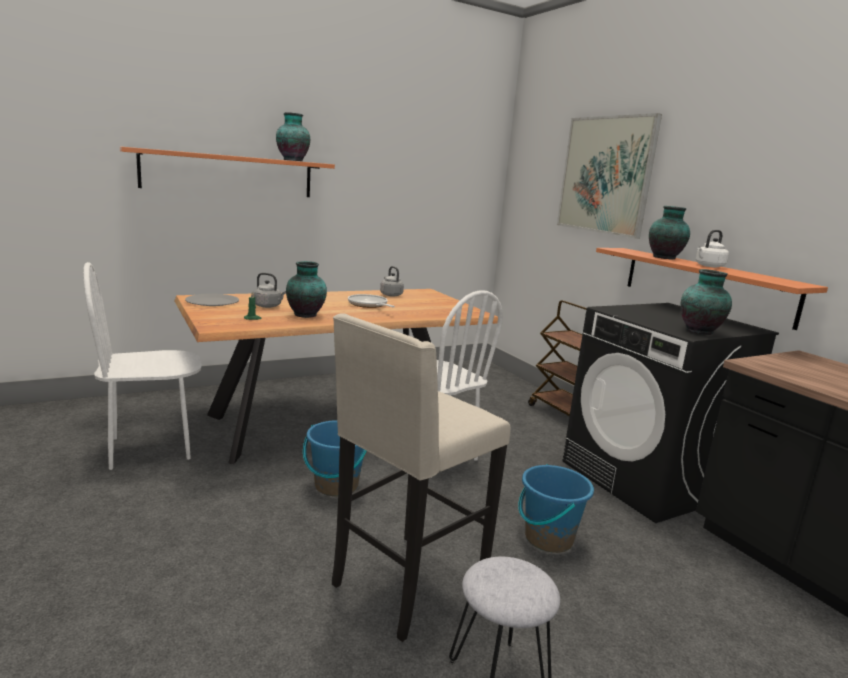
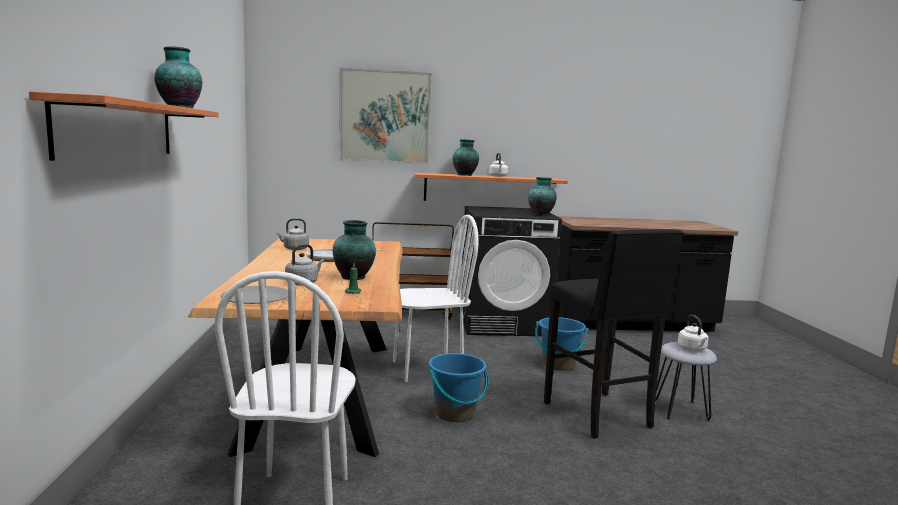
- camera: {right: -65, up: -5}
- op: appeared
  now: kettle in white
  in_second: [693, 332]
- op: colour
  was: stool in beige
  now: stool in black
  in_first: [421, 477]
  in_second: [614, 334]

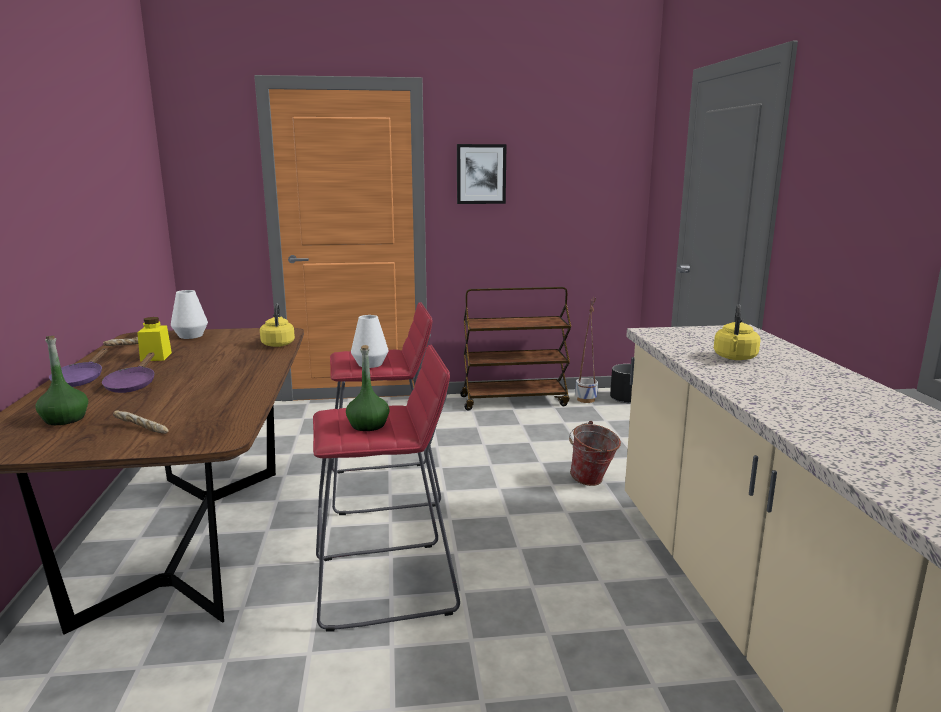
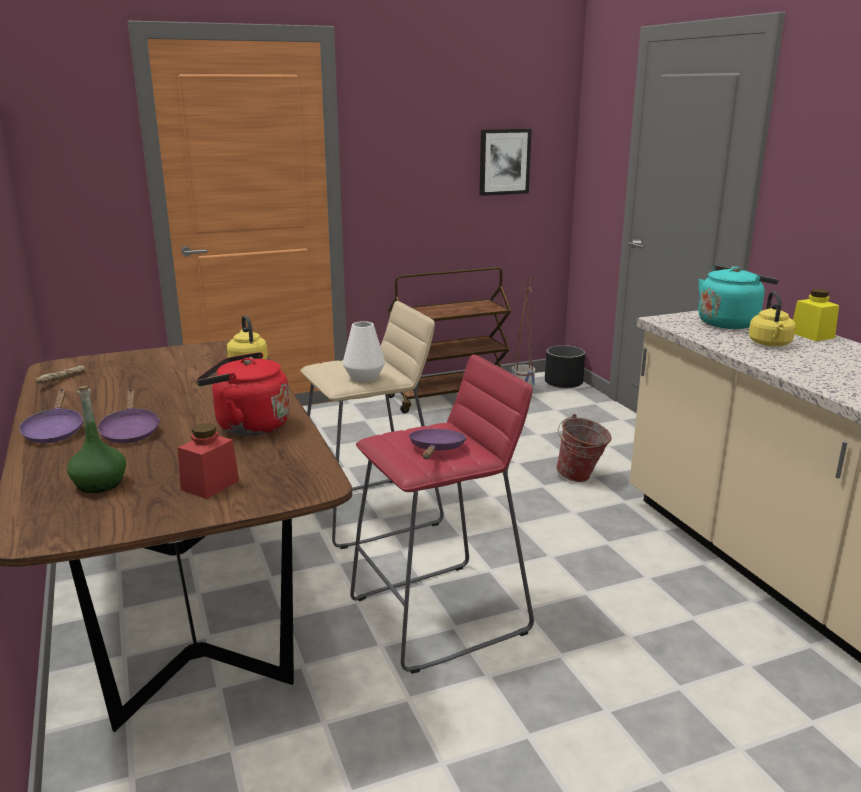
- camera: {right: -15, up: 5}
- op: missing
  was: vase in white
  in_first: [189, 314]
- op: appeared
  now: kettle in red
  in_second: [243, 393]
- op: appeared
  now: kettle in turquoise
  in_second: [738, 297]
- op: relocated
  was: jar in yellow
  in_first: [154, 339]
  in_second: [816, 315]
- op: relocated
  was: picture
  in_first: [481, 174]
  in_second: [505, 162]
- op: exchanged
  was: bread
  now: jar in red
  in_first: [140, 422]
  in_second: [208, 461]
- op: exchanged
  was: bottle in green
  now: frying pan in purple
  in_first: [368, 388]
  in_second: [437, 444]
- op: colour
  was: stool in red
  now: stool in beige
  in_first: [385, 408]
  in_second: [372, 425]

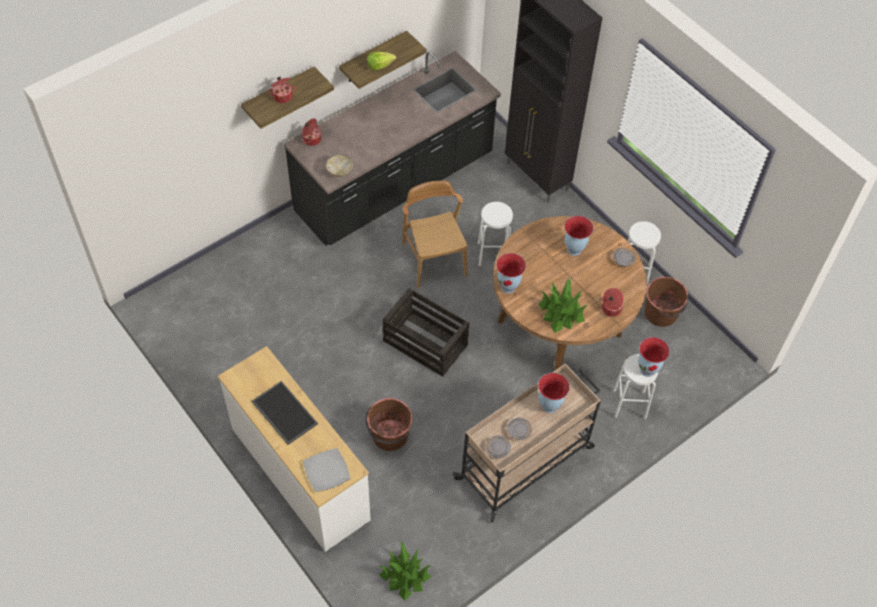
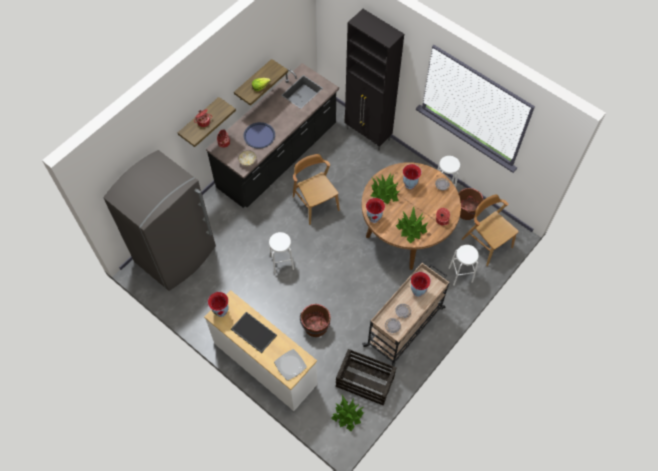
- camera: {right: -10, up: 5}
- op: appeared
  now: fridge in grey
  in_second: [159, 220]
- op: appeared
  now: tray in blue
  in_second: [259, 135]
- op: appeared
  now: potted plant
  in_second: [385, 188]
- op: appeared
  now: chair in brown
  in_second: [490, 230]
- op: relocated
  was: crate
  in_first: [426, 332]
  in_second: [366, 377]
- op: relocated
  was: stool in white
  in_first: [495, 234]
  in_second: [281, 252]
- op: relocated
  was: vase
  in_first: [654, 357]
  in_second: [218, 304]

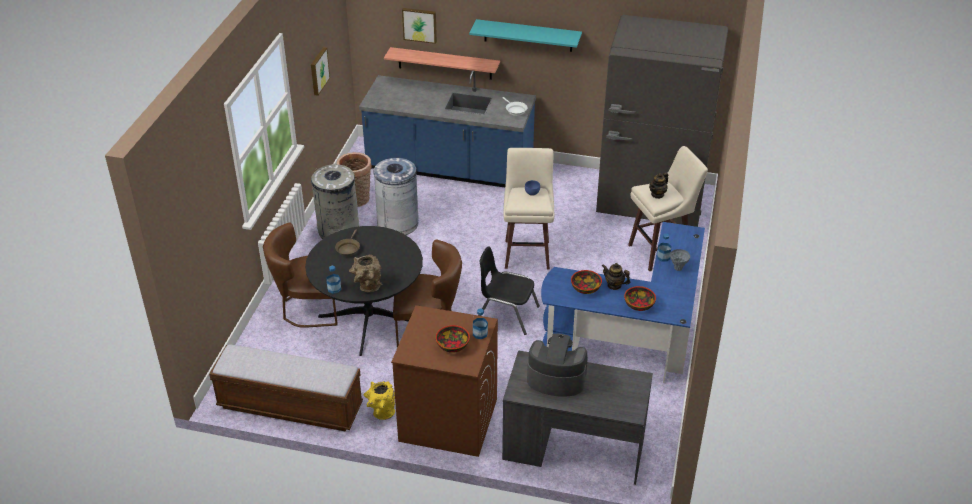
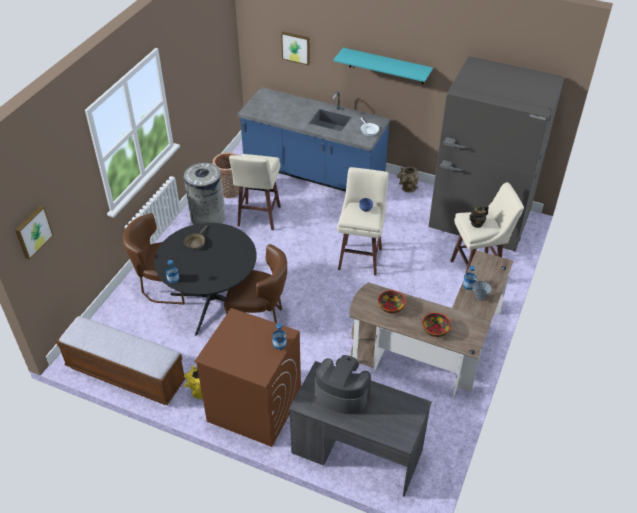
- camera: {right: 10, up: 5}
- op: missing
  was: shelf
  in_first: [442, 63]
- op: missing
  was: bowl
  in_first: [453, 339]
- op: missing
  was: chair in black
  in_first: [509, 291]
- op: missing
  was: teapot
  in_first: [616, 276]
- op: relocated
  was: picture
  in_first: [320, 71]
  in_second: [34, 233]
- op: relocated
  was: vase in brown
  in_first: [366, 273]
  in_second: [408, 179]
- op: exchanged
  was: trash can in grey
  now: stool in beige
  in_first: [396, 196]
  in_second: [255, 192]
- op: colour
  was: desk in blue
  now: desk in brown
  in_first: [623, 302]
  in_second: [431, 324]

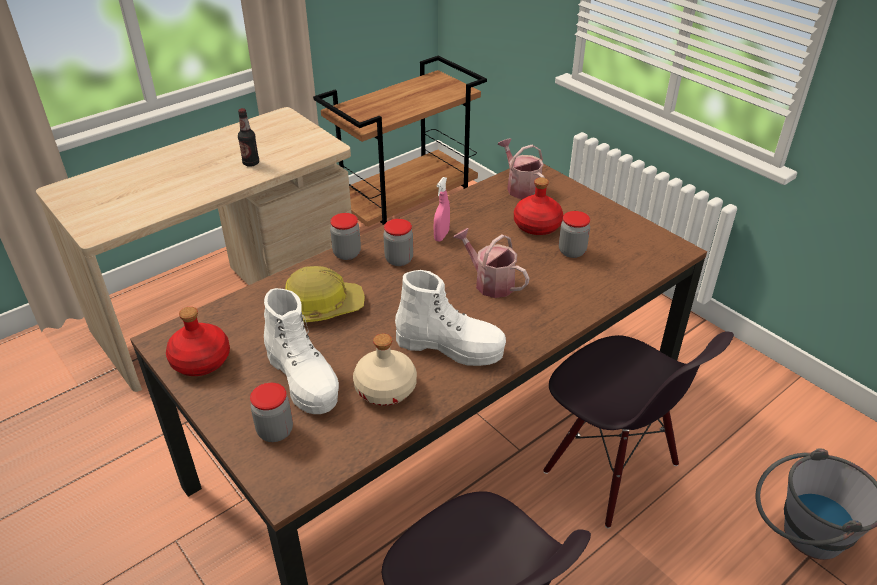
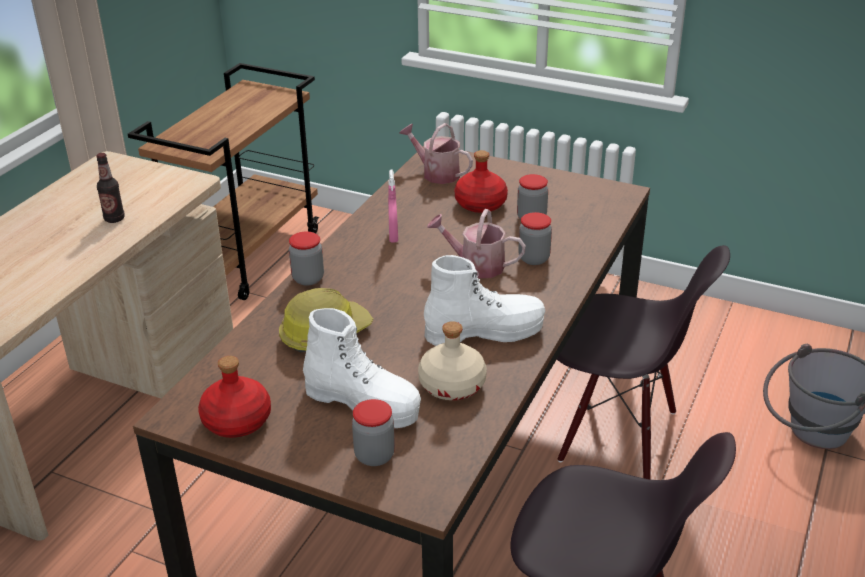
- camera: {right: -25, up: -5}
- op: relocated
  was: jar
  in_first: [398, 242]
  in_second: [535, 238]

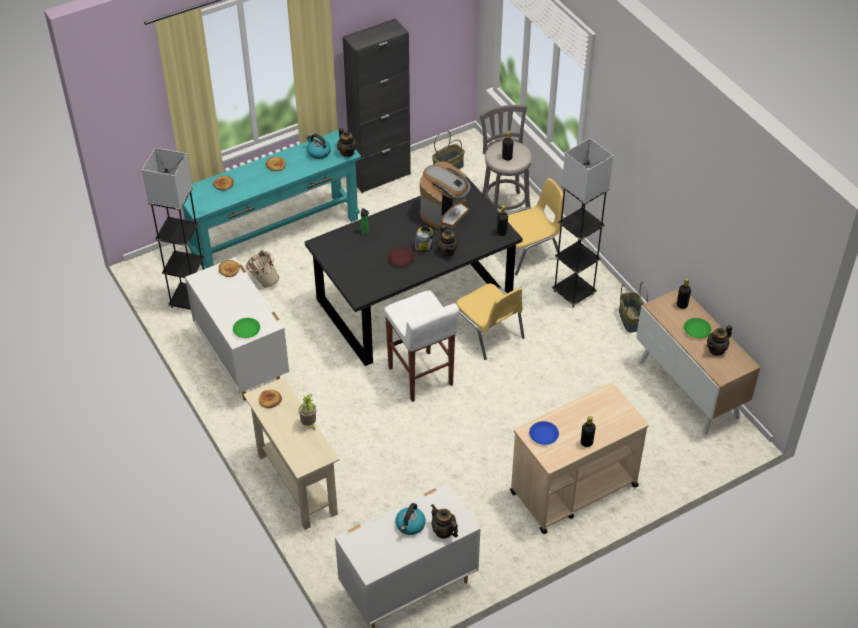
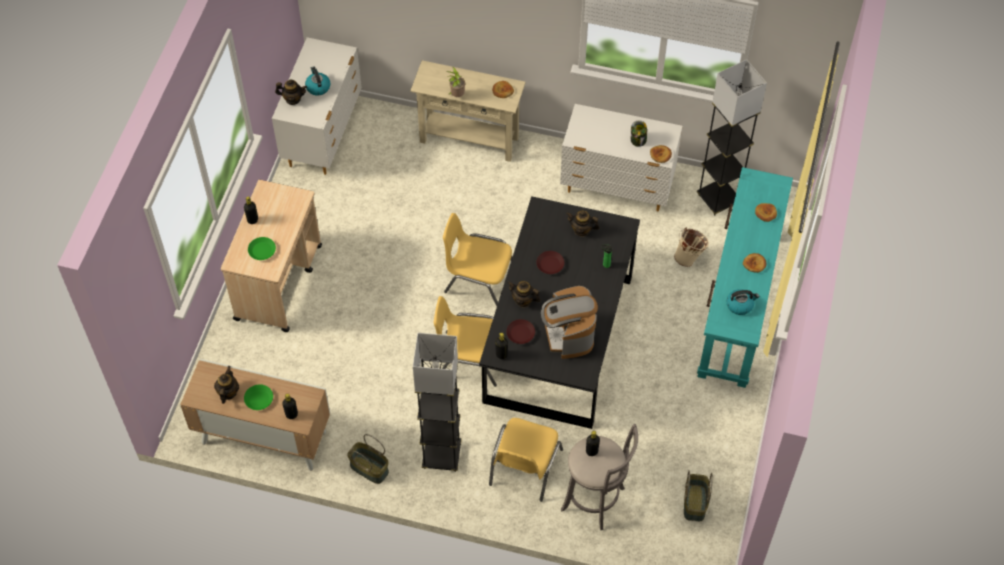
- camera: {right: 135, up: 10}
- op: missing
  was: cabinet in black
  in_first: [377, 105]
- op: missing
  was: plate in blue
  in_first: [544, 433]
- op: appeared
  now: plate in brown
  in_second: [520, 331]
- op: relocated
  was: plate in green
  in_first: [246, 328]
  in_second: [262, 248]
- op: relocated
  was: teapot
  in_first: [347, 142]
  in_second: [583, 223]
- op: relocated
  was: jar
  in_first: [424, 239]
  in_second: [639, 133]
- op: exchanged
  was: stool in white
  now: chair in yellow
  in_first: [421, 346]
  in_second: [477, 259]

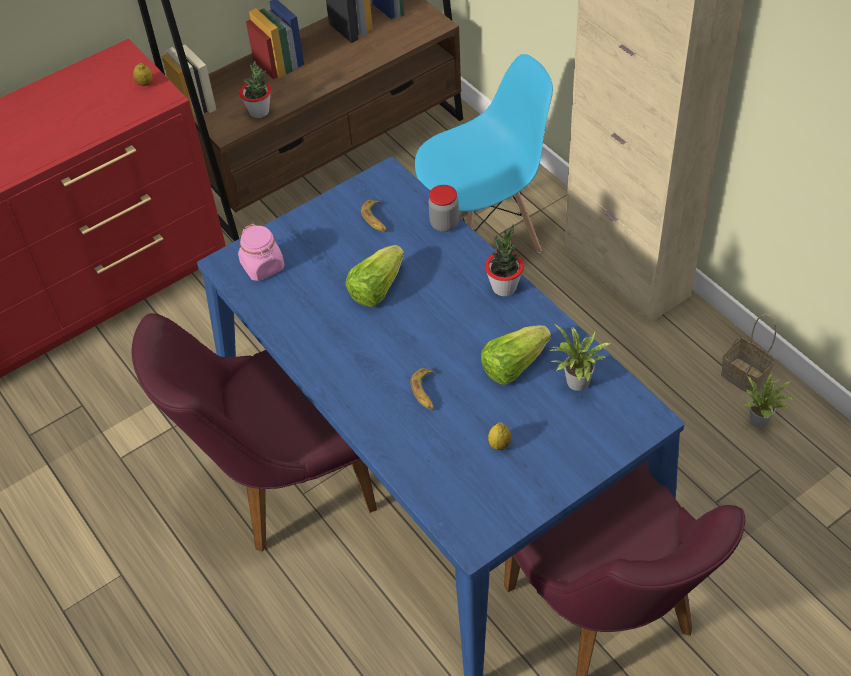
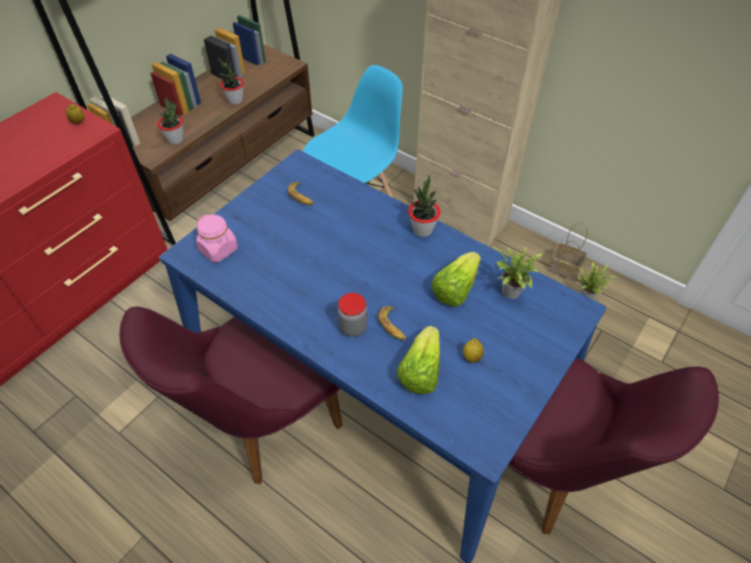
- camera: {right: -20, up: 0}
- op: appeared
  now: potted plant
  in_second: [231, 81]
- op: relocated
  was: lettuce
  in_first: [374, 276]
  in_second: [418, 360]
- op: relocated
  was: jar
  in_first: [443, 208]
  in_second: [352, 315]

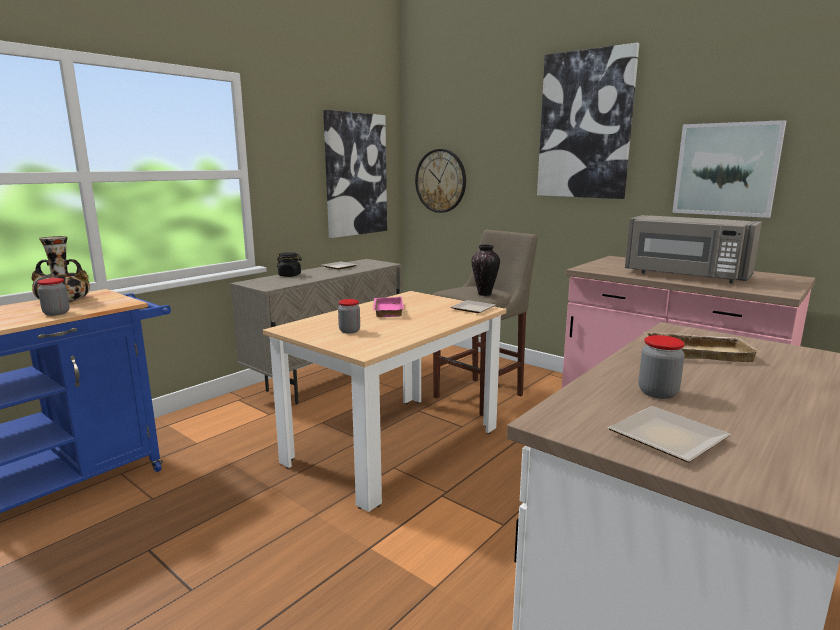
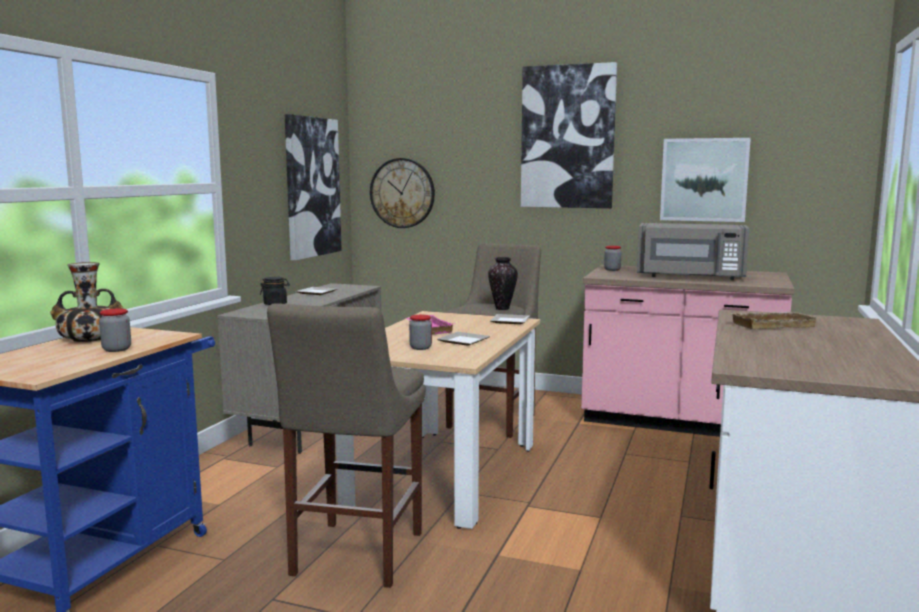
- camera: {right: -20, up: -5}
- op: appeared
  now: stool in beige
  in_second: [346, 445]
- op: relocated
  was: plate
  in_first: [669, 434]
  in_second: [463, 339]
- op: relocated
  was: jar
  in_first: [662, 367]
  in_second: [612, 258]

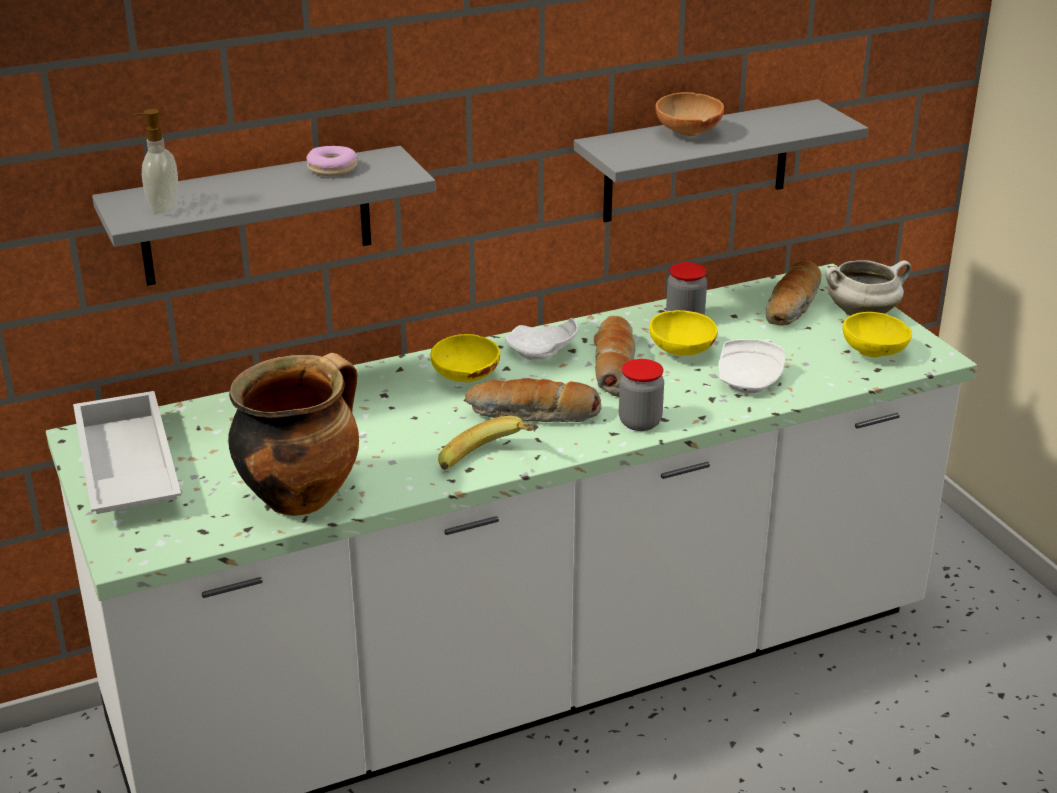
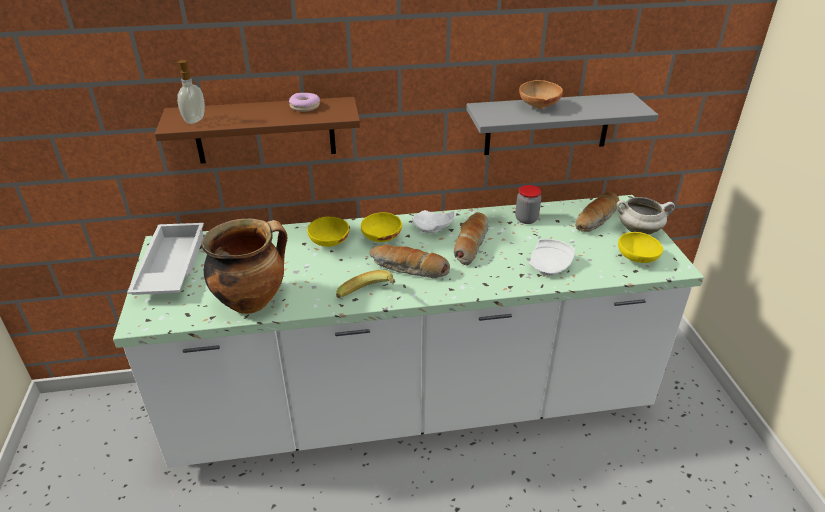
- camera: {right: 15, up: 5}
- op: missing
  was: jar
  in_first: [641, 395]
- op: relocated
  was: bowl in yellow
  in_first: [683, 333]
  in_second: [328, 231]
- op: colour
  was: shelf in grey
  now: shelf in brown
  in_first: [264, 216]
  in_second: [257, 130]

